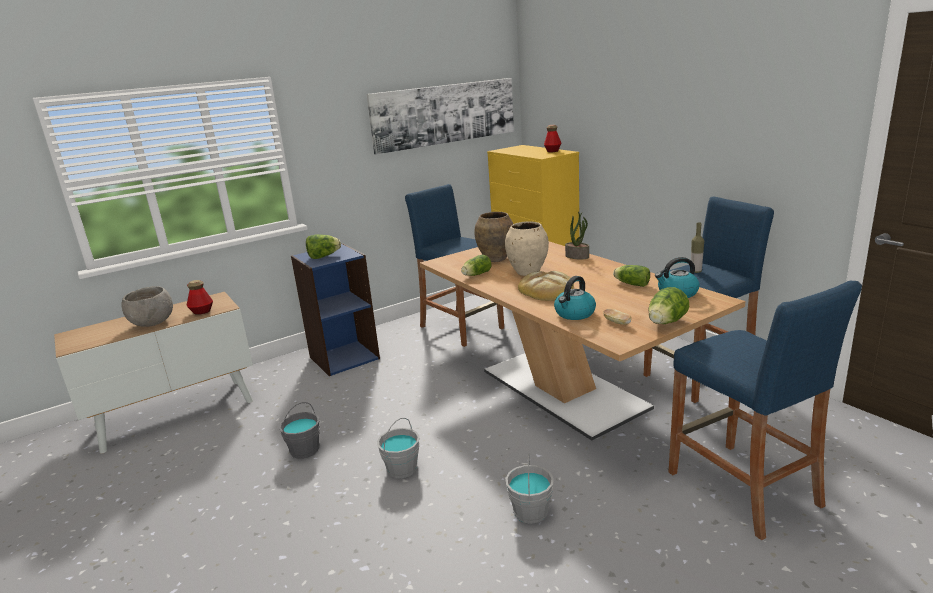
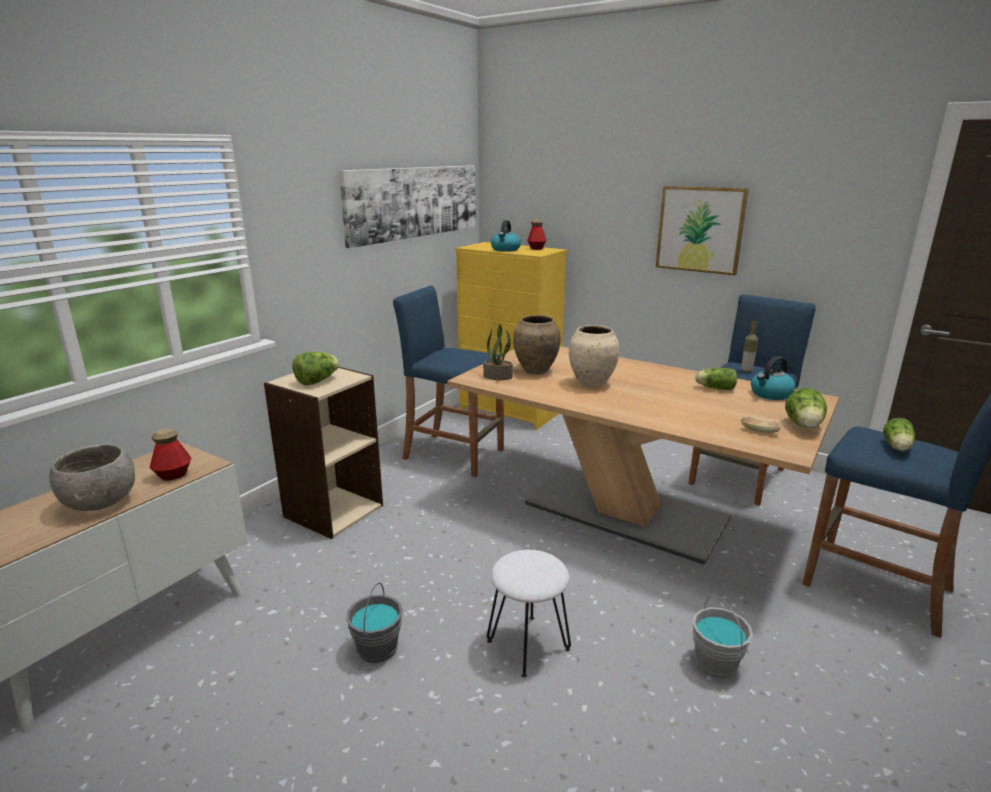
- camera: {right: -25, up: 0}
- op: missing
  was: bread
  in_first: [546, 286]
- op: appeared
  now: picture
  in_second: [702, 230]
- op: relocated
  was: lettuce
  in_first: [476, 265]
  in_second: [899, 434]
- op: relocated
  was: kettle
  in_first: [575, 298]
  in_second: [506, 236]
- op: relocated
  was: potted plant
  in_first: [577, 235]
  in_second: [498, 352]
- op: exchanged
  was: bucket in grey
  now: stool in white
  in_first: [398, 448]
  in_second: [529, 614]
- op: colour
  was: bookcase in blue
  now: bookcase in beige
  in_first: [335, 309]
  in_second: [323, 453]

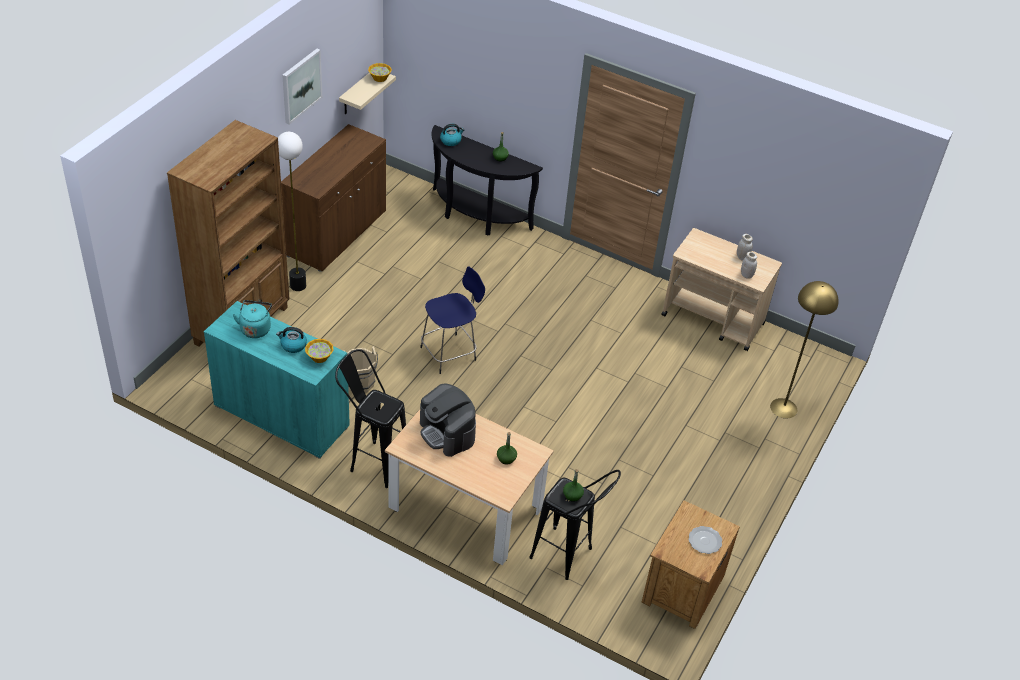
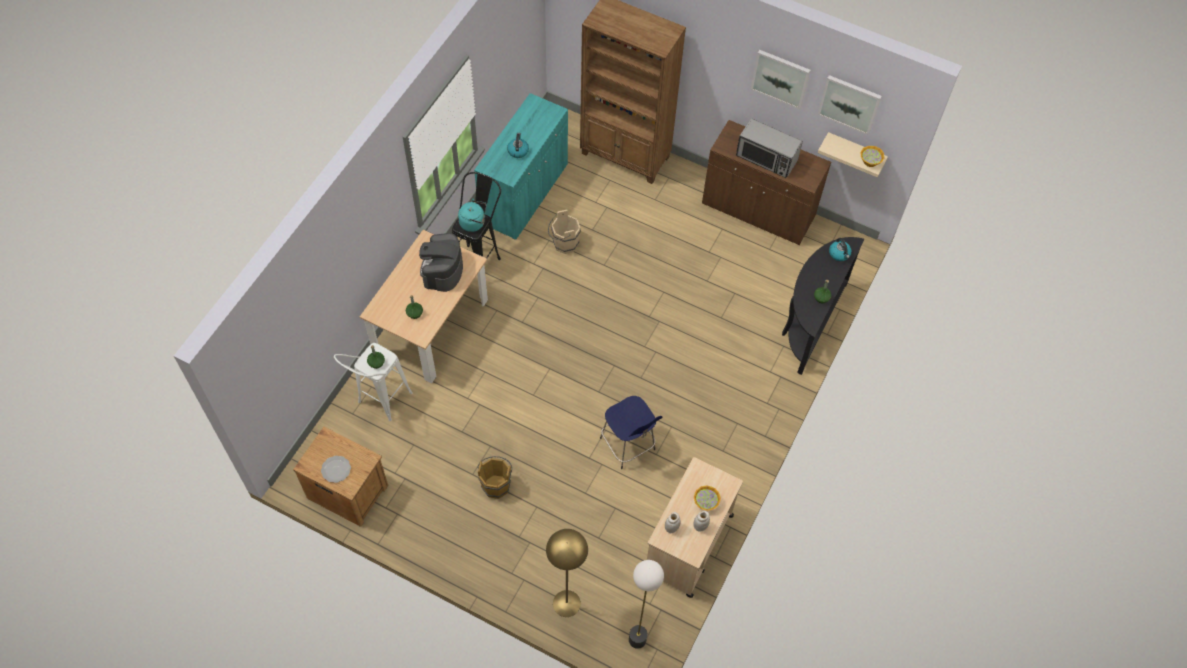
- camera: {right: 90, up: 15}
- op: appeared
  now: bucket in brown
  in_second: [494, 477]
- op: appeared
  now: microwave
  in_second: [769, 148]
- op: appeared
  now: picture
  in_second: [850, 105]
- op: relocated
  was: kettle in turquoise
  in_first: [252, 319]
  in_second: [472, 215]
- op: relocated
  was: floor lamp
  in_first: [292, 211]
  in_second: [646, 604]
- op: relocated
  was: bowl
  in_first: [319, 351]
  in_second: [707, 498]
- op: relocated
  was: stool in blue
  in_first: [452, 320]
  in_second: [631, 432]
- op: colour
  was: stool in black
  now: stool in white
  in_first: [575, 525]
  in_second: [373, 382]
- op: spun
  was: coffee machine
  in_first: [448, 420]
  in_second: [441, 262]
  clockwise: -45

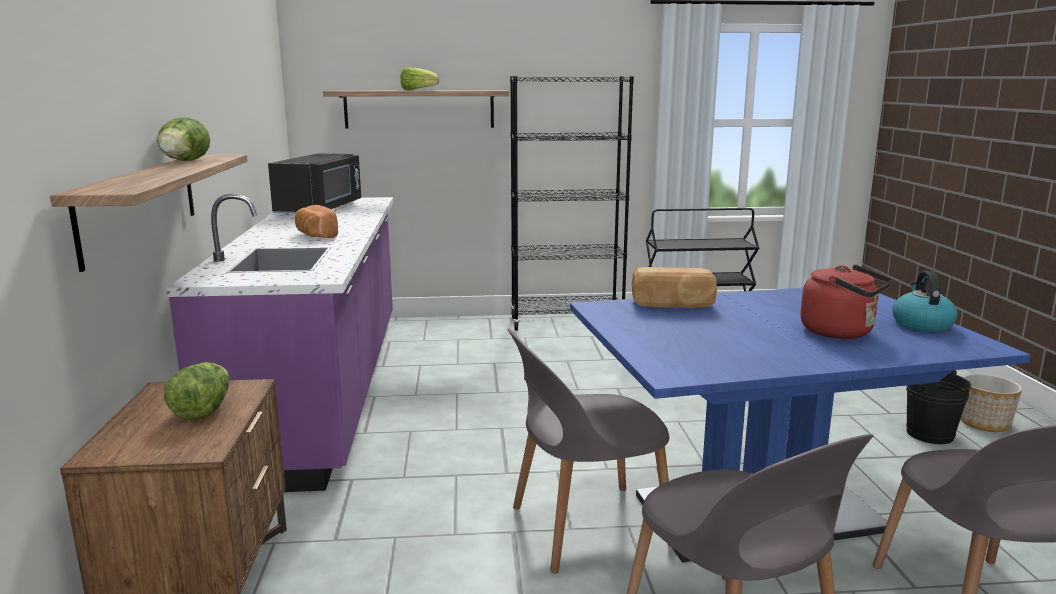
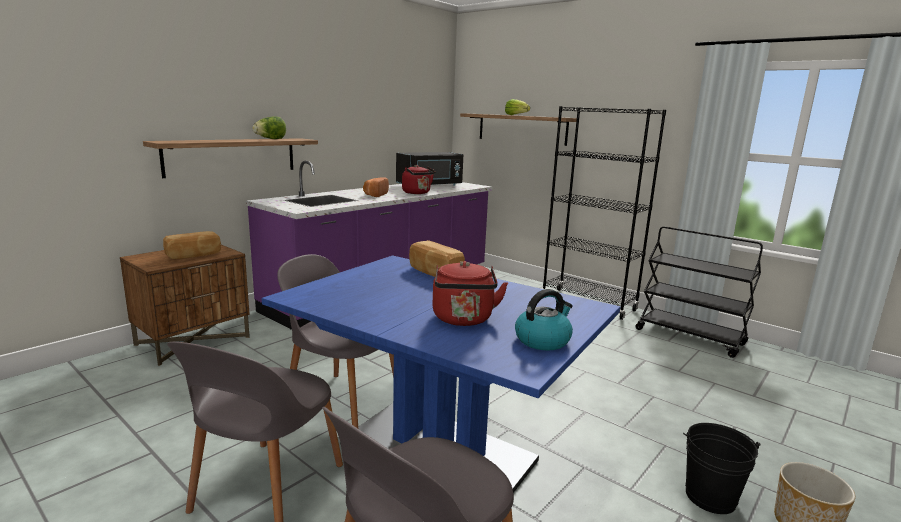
- camera: {right: 45, up: 0}
- op: appeared
  now: kettle in red
  in_second: [419, 179]
- op: exchanged
  was: lettuce
  now: bread
  in_first: [196, 391]
  in_second: [192, 245]

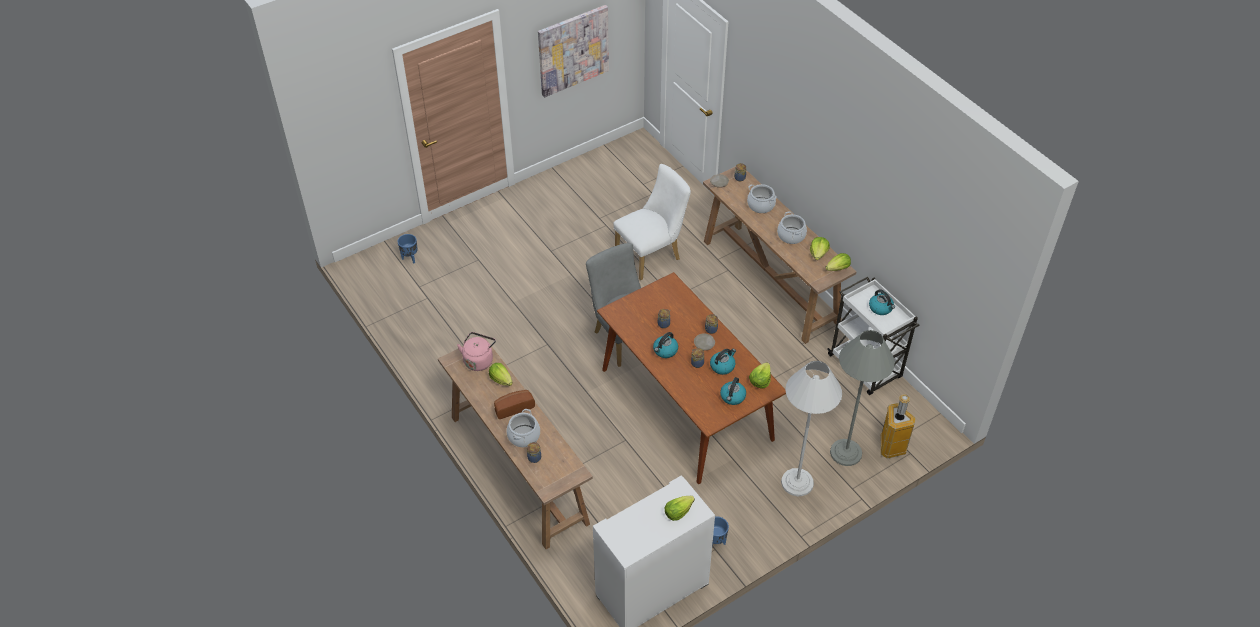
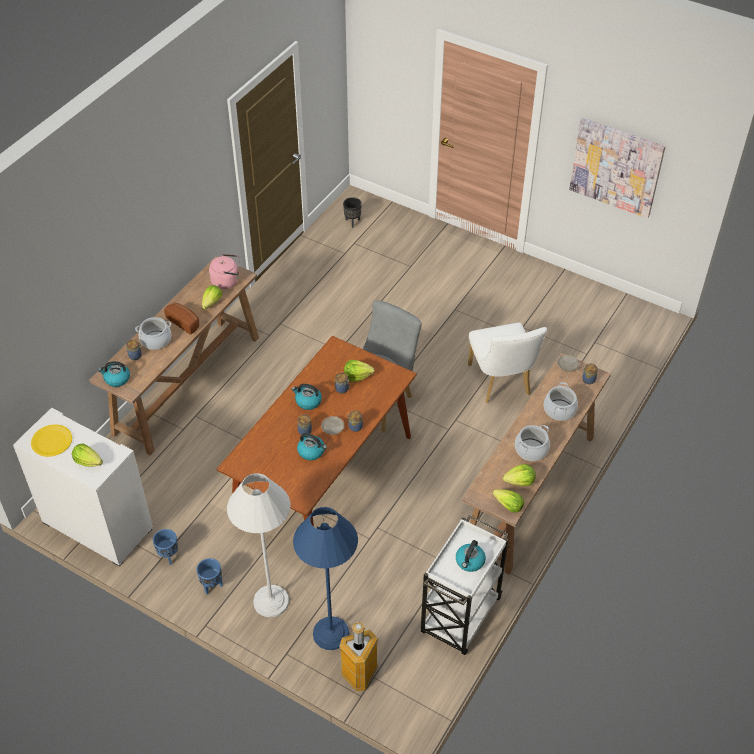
- camera: {right: 65, up: 0}
- op: appeared
  now: plate in yellow
  in_second: [51, 440]
- op: appeared
  now: planter in black
  in_second: [352, 212]
- op: relocated
  was: planter in blue
  in_first: [407, 248]
  in_second: [210, 576]
- op: relocated
  was: kettle
  in_first: [733, 391]
  in_second: [114, 374]
- op: relocated
  was: lettuce
  in_first: [760, 375]
  in_second: [359, 371]
- op: colour
  was: floor lamp in grey
  now: floor lamp in blue
  in_first: [862, 398]
  in_second: [325, 578]
- op: spun
  was: chair in white
  in_first: [652, 222]
  in_second: [507, 363]
  clockwise: 45

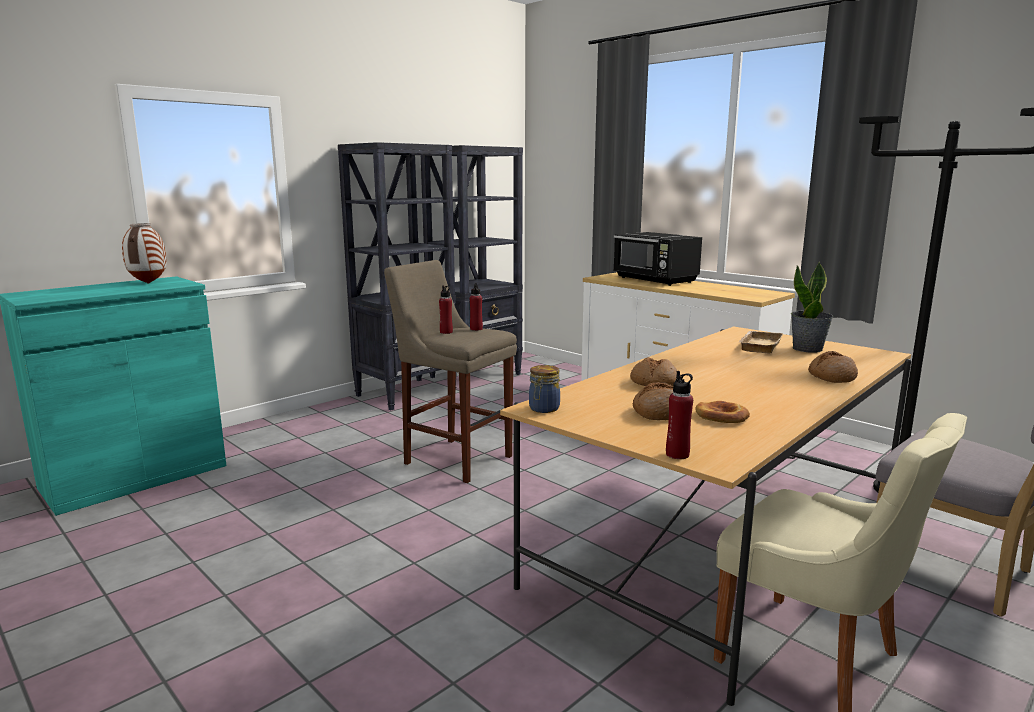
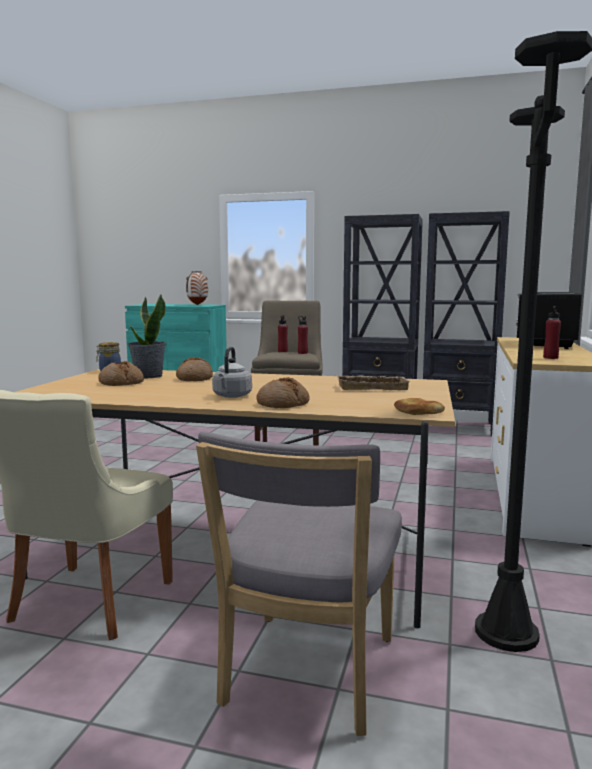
- camera: {right: 60, up: -5}
- op: appeared
  now: kettle in grey
  in_second: [232, 372]
- op: relocated
  was: bottle in red
  in_first: [679, 415]
  in_second: [552, 332]
- op: relocated
  was: bread
  in_first: [722, 412]
  in_second: [419, 406]
- op: relocated
  was: potted plant
  in_first: [812, 307]
  in_second: [147, 336]

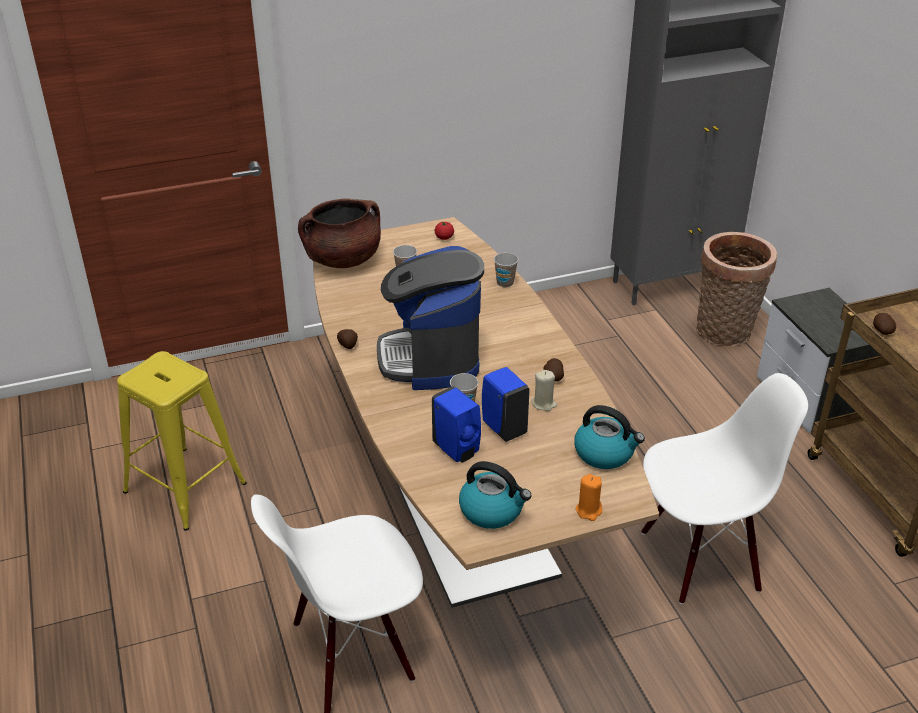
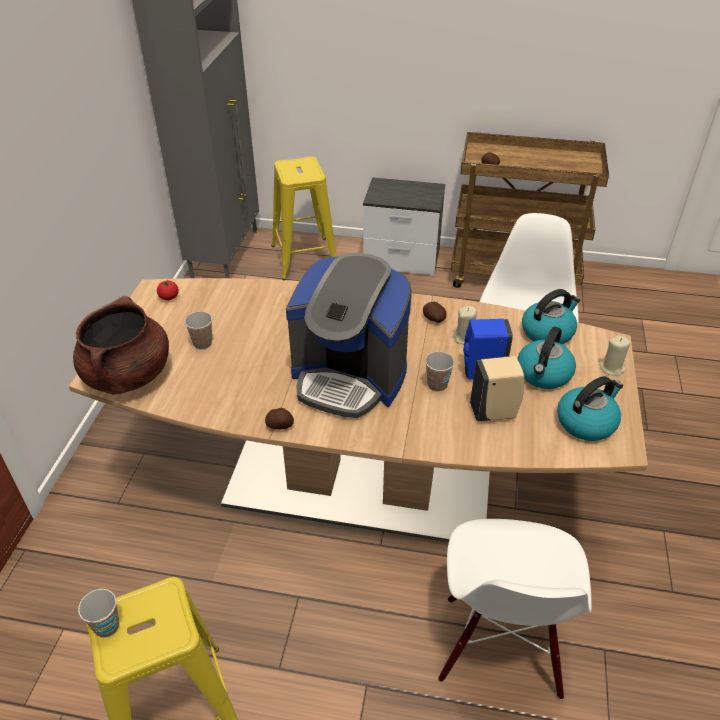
- camera: {right: -60, up: 5}
- op: appeared
  now: kettle
  in_second: [546, 357]
- op: relocated
  was: cup
  in_first: [506, 270]
  in_second: [98, 613]
- op: exchanged
  was: basket
  now: stool in yellow
  in_first: [736, 289]
  in_second: [304, 218]
- op: colour
  was: soap dispenser in blue
  now: soap dispenser in beige
  in_first: [456, 424]
  in_second: [497, 389]
- op: colour
  was: candle in orange
  now: candle in beige
  in_first: [589, 497]
  in_second: [614, 356]

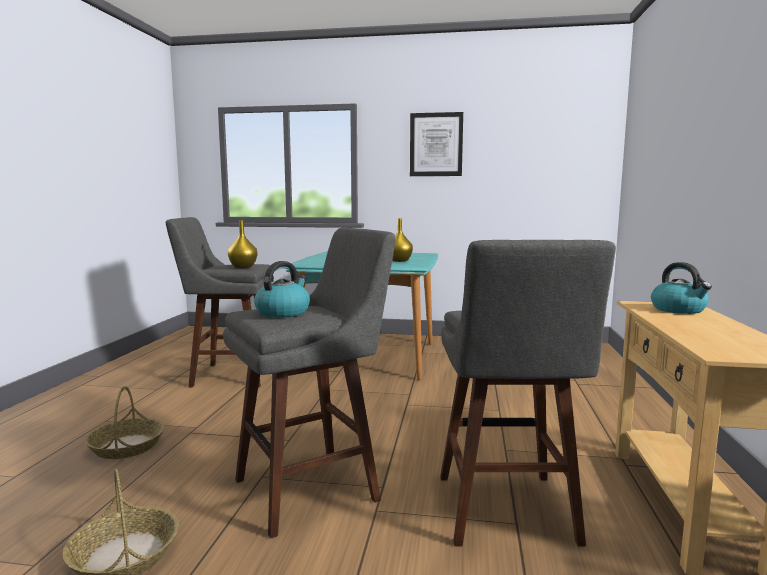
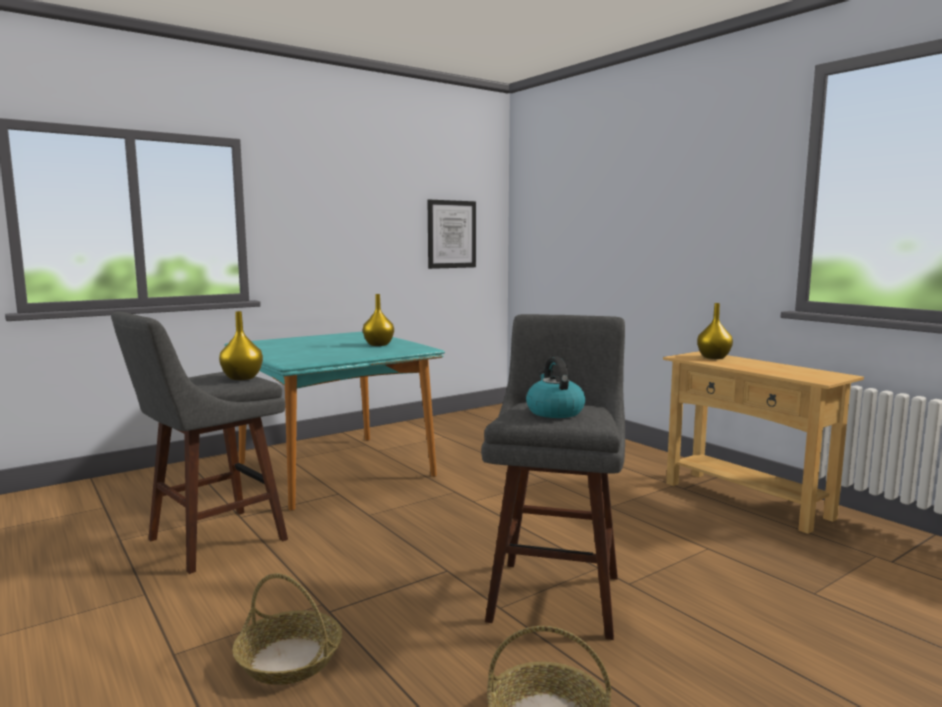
- camera: {right: -45, up: 0}
- op: missing
  was: stool in grey
  in_first: [528, 393]
- op: relocated
  was: picture
  in_first: [436, 144]
  in_second: [452, 234]
- op: exchanged
  was: kettle
  now: vase in yellow
  in_first: [681, 288]
  in_second: [715, 331]

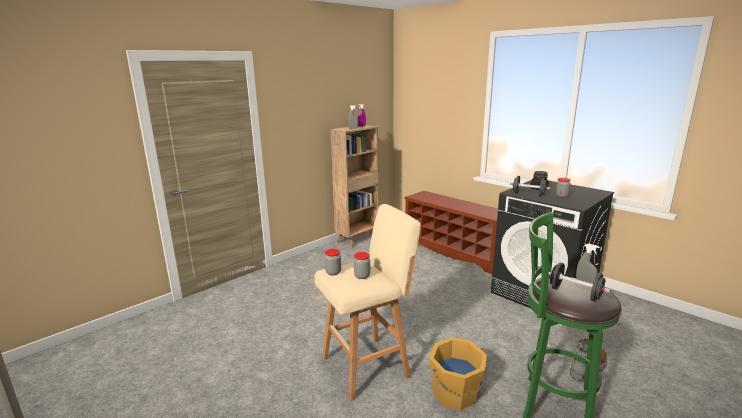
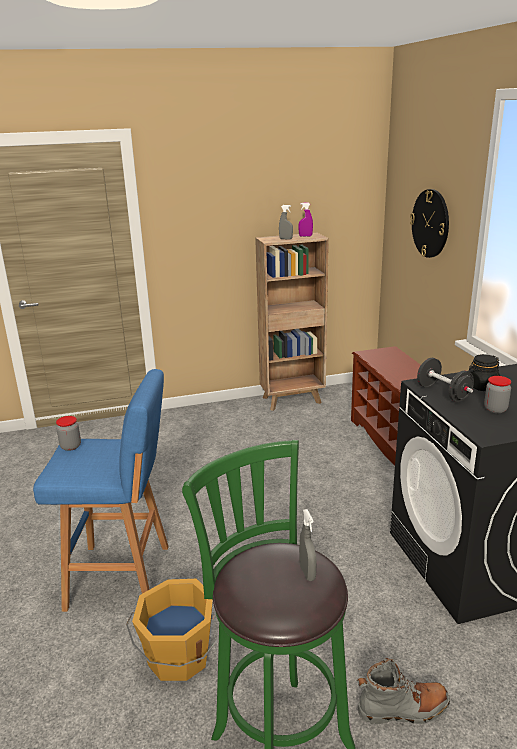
- camera: {right: 30, up: 5}
- op: missing
  was: jar
  in_first: [362, 265]
- op: missing
  was: dumbbell in black
  in_first: [579, 282]
- op: appeared
  now: wall clock
  in_second: [429, 223]
- op: colour
  was: stool in beige
  now: stool in blue
  in_first: [368, 302]
  in_second: [101, 490]

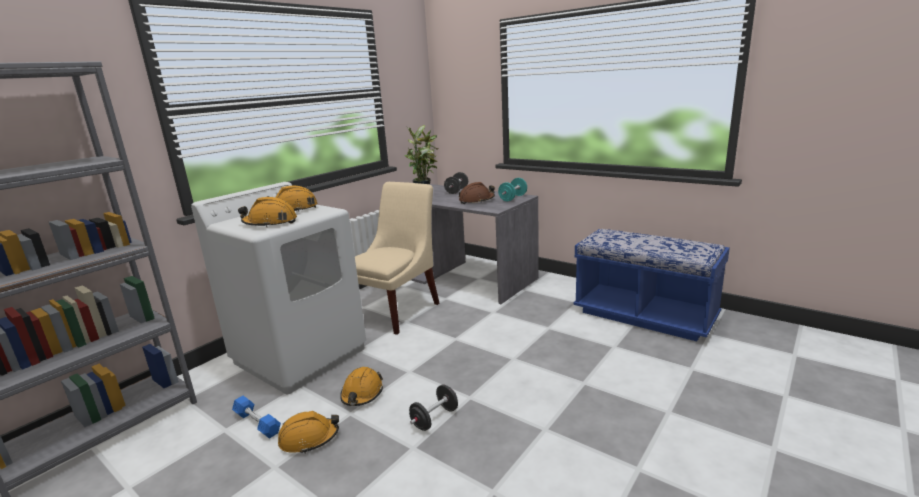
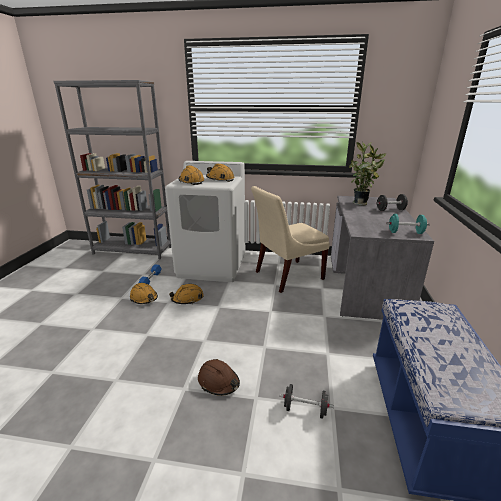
- camera: {right: 60, up: 5}
- op: relocated
  was: dumbbell in black
  in_first: [433, 407]
  in_second: [306, 401]
- op: relocated
  was: hard hat in brown
  in_first: [477, 193]
  in_second: [219, 377]
- op: spun
  was: chair in beige
  in_first: [397, 258]
  in_second: [290, 239]
  clockwise: 150

